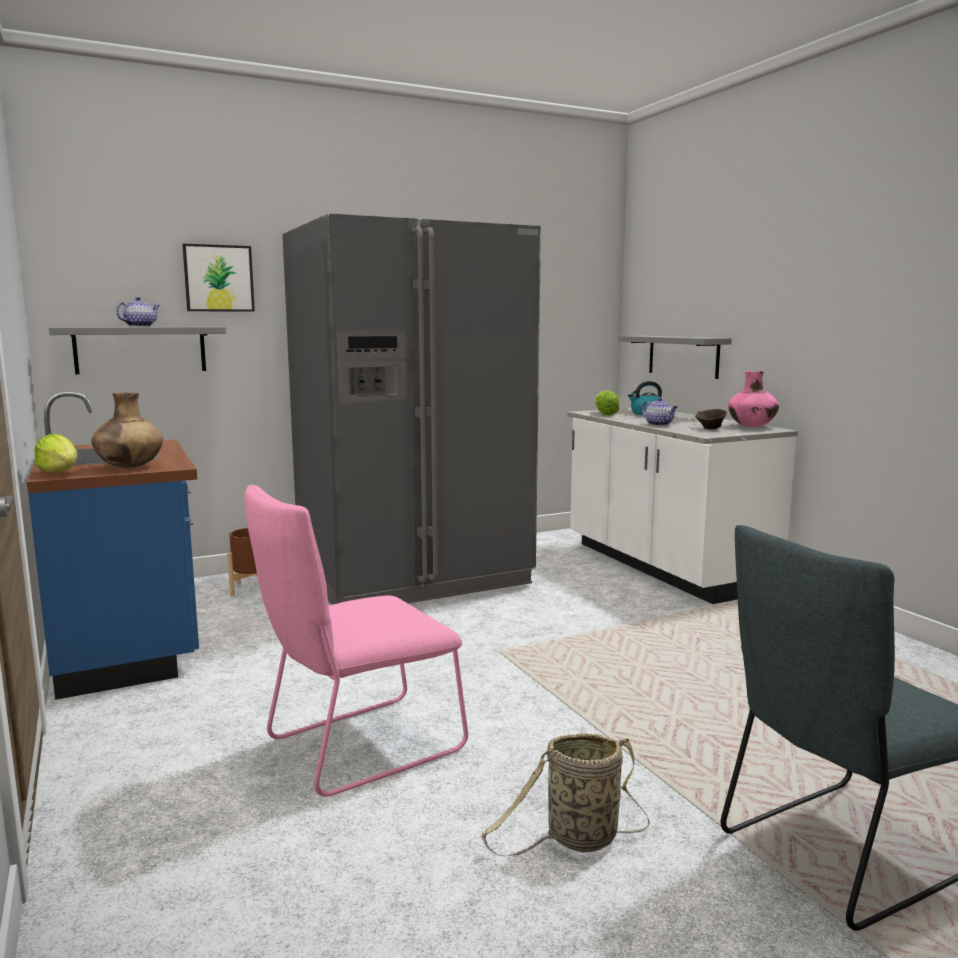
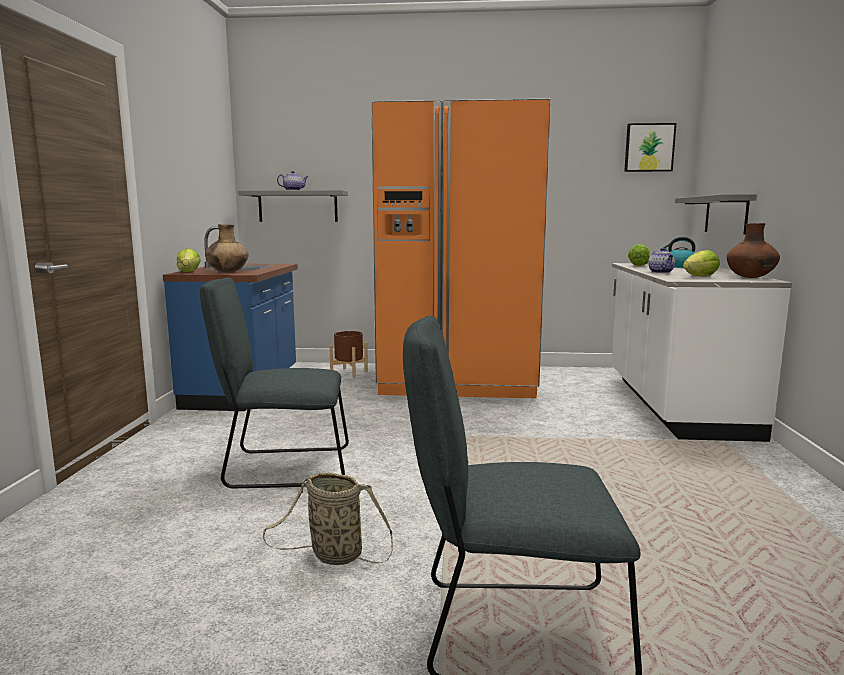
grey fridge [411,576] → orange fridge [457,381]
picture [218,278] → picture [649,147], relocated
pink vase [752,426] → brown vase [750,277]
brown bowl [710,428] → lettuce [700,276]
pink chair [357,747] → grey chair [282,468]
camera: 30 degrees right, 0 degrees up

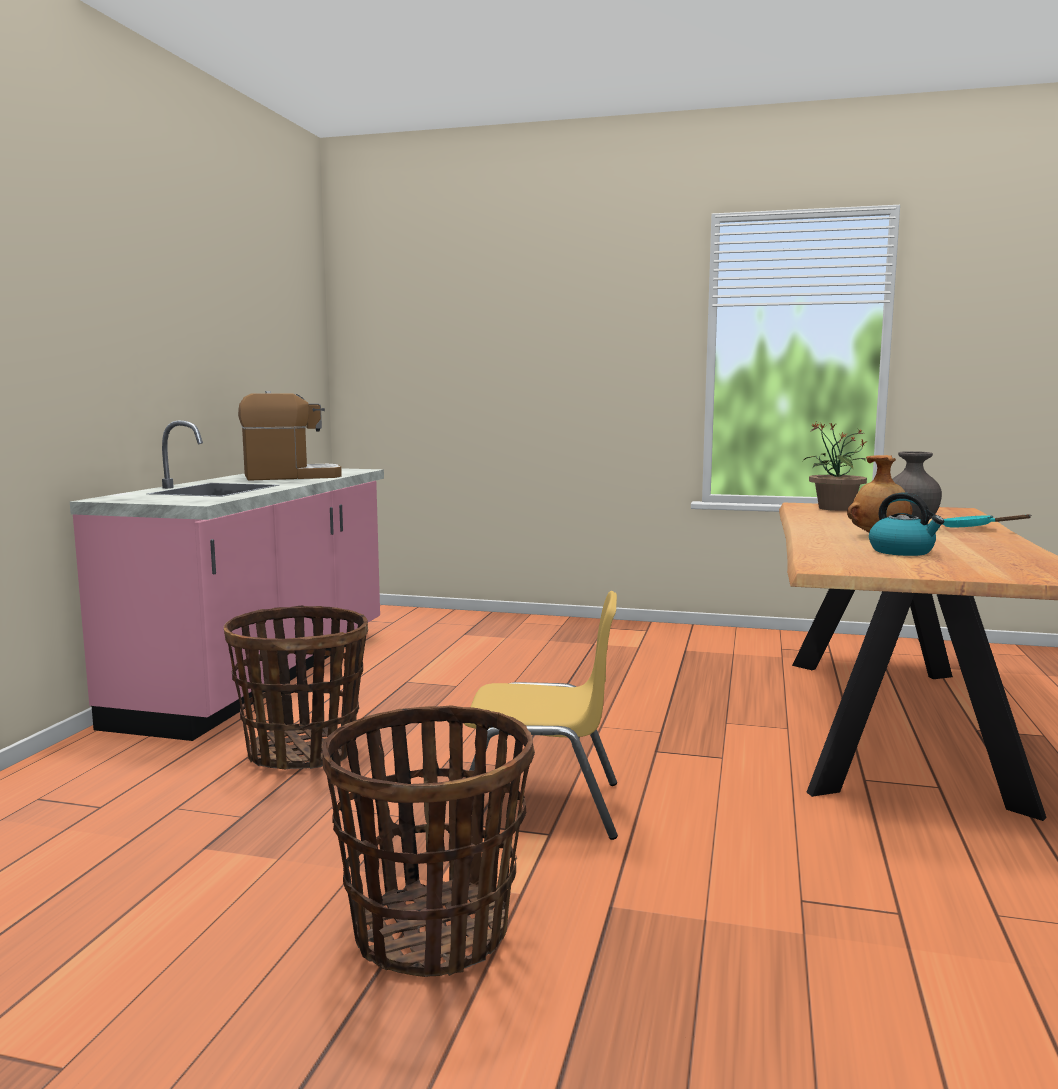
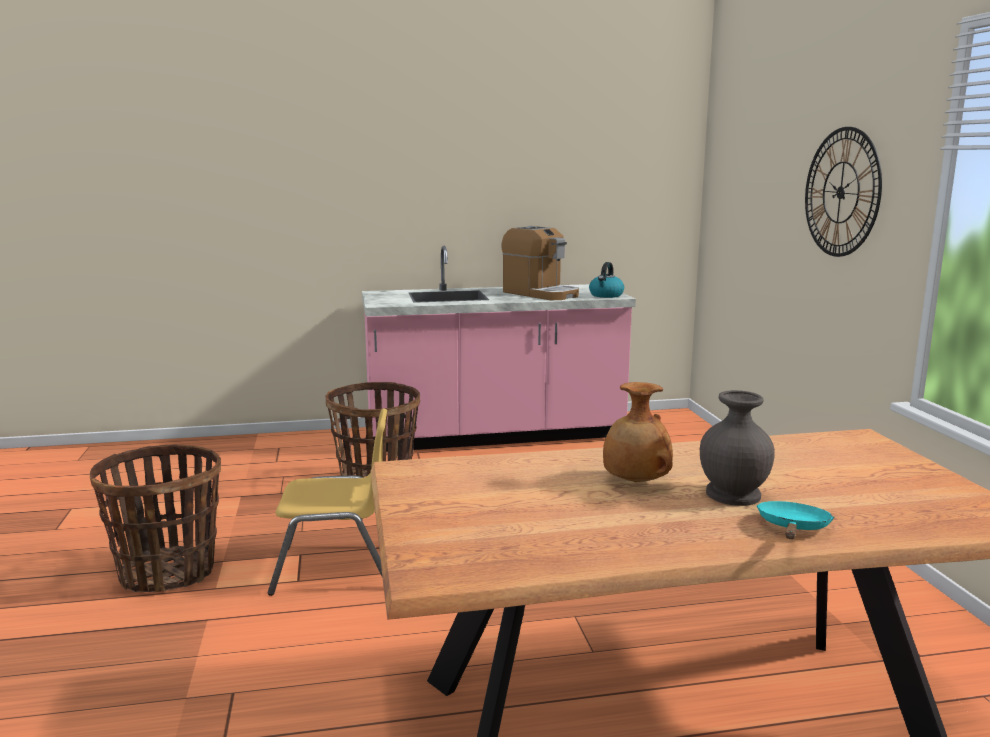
potted plant [834,508] → -
kettle [902,551] → kettle [606,295], relocated
yellow chair [538,807] → yellow chair [336,569], 75 degrees counterclockwise
- → wall clock [841,192]
camera: 65 degrees right, 5 degrees up

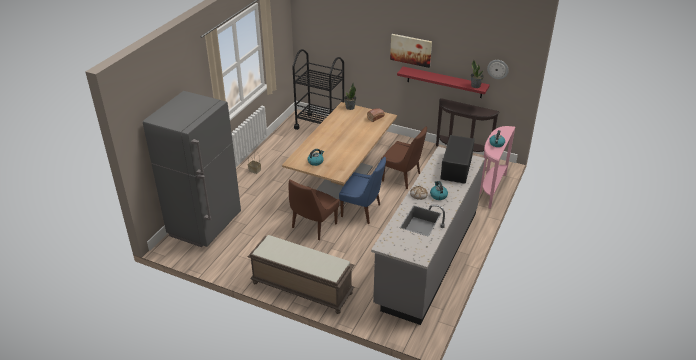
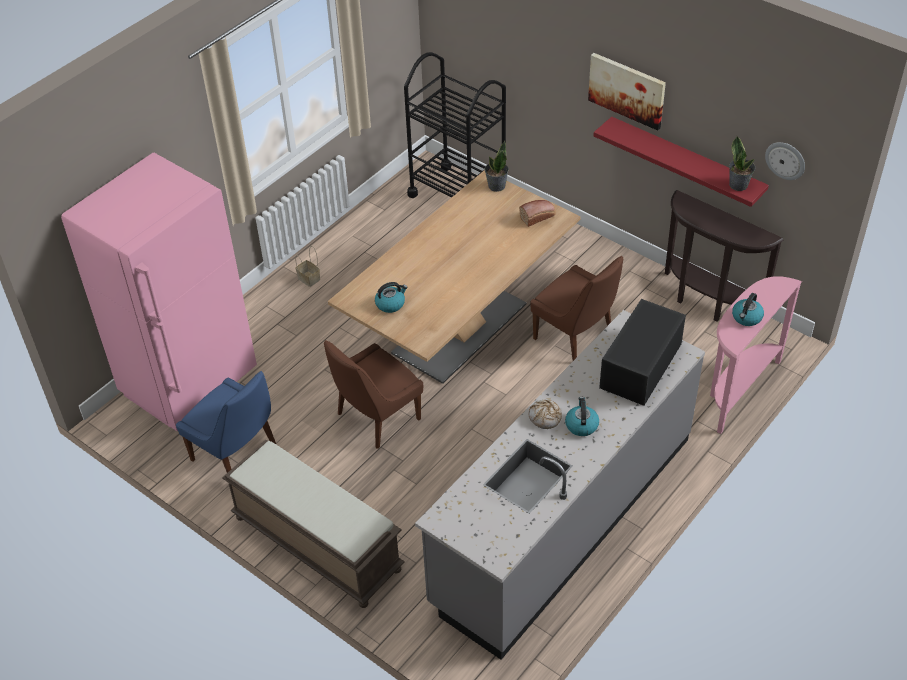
grey fridge [205,225] → pink fridge [190,384]
blue chair [362,211] → blue chair [236,454], relocated
camera: 15 degrees right, 10 degrees up

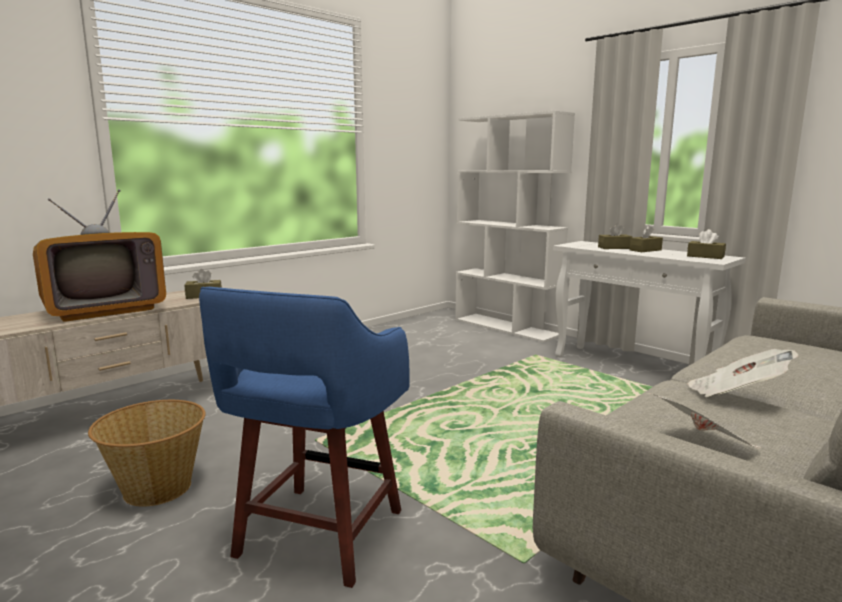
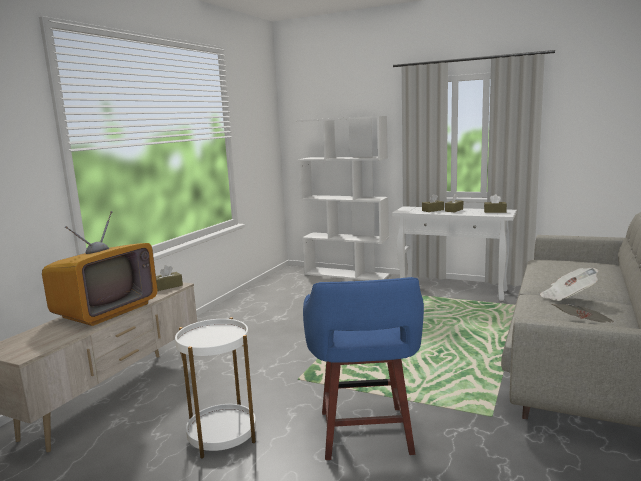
basket [156,488] → white side table [222,436]
camera: 20 degrees left, 0 degrees up

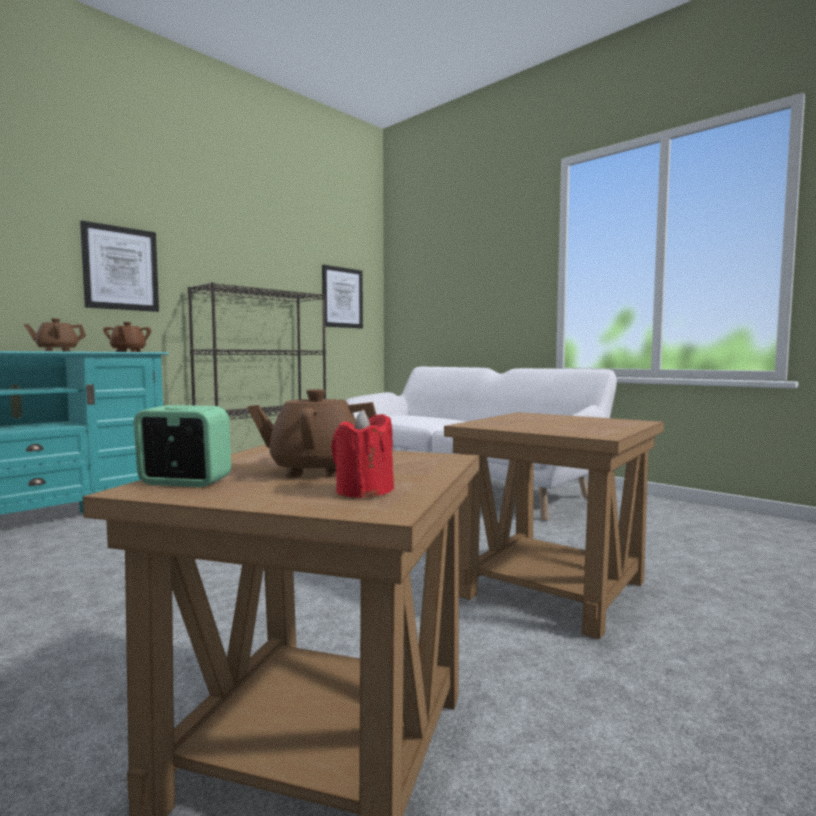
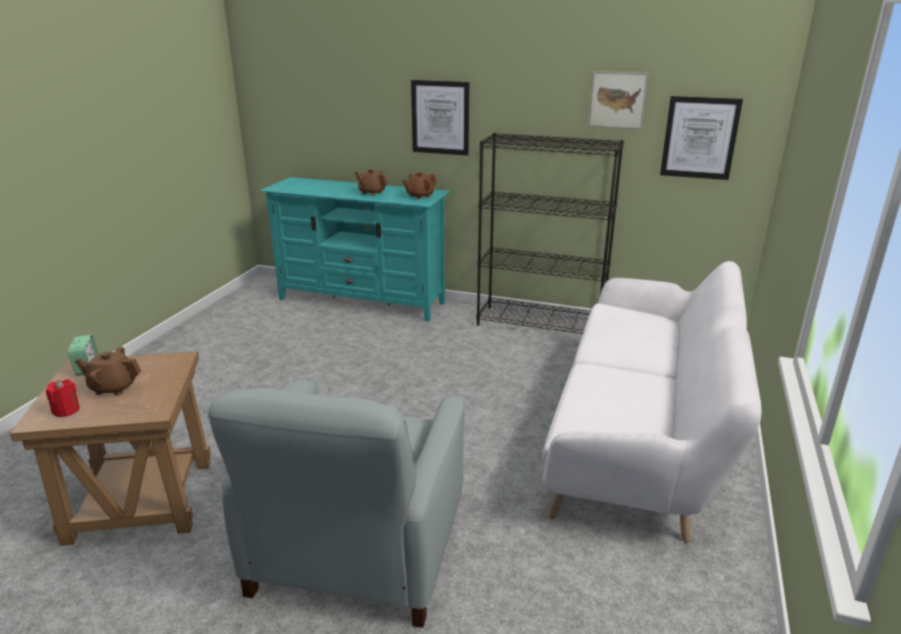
brown teapot [316,471] → brown teapot [113,387], 60 degrees counterclockwise
brown side table [554,589] → grey armchair [357,550]
- → picture [617,100]
camera: 65 degrees right, 20 degrees up

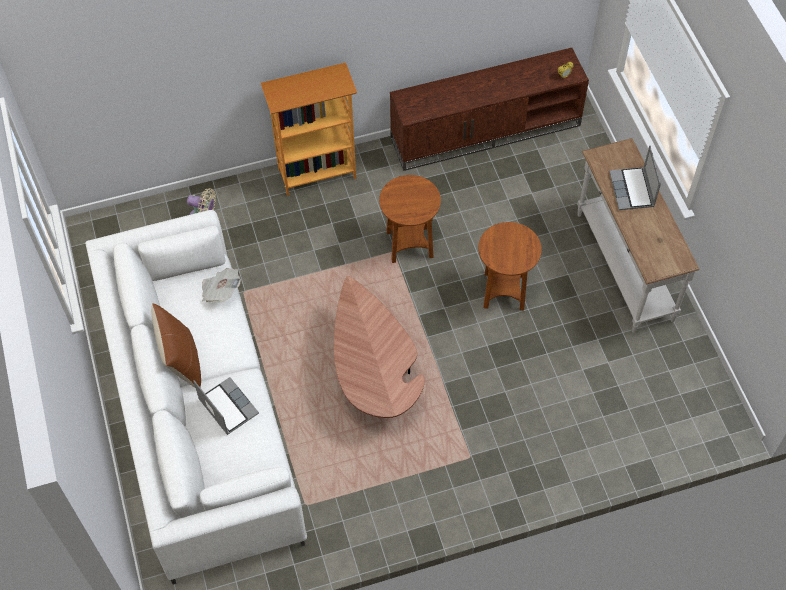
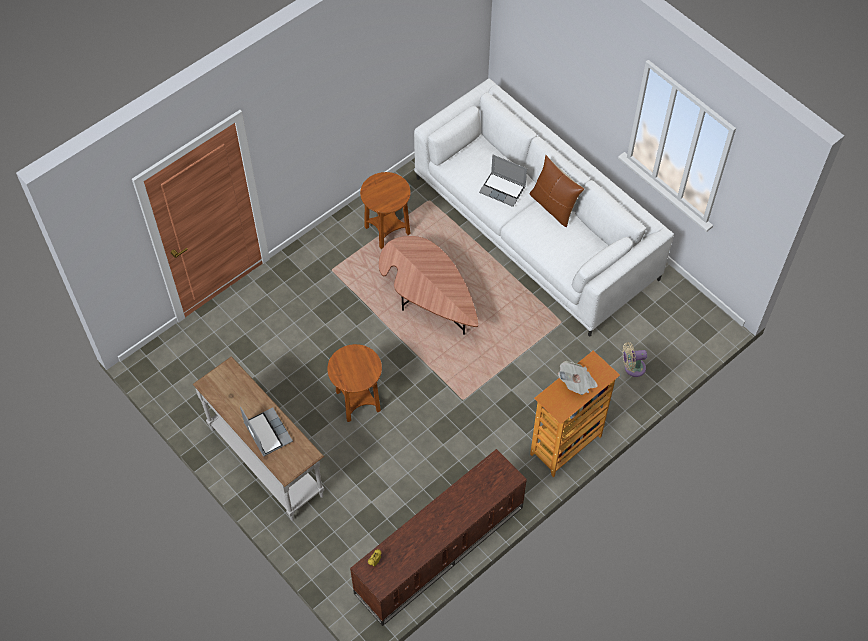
brown side table [409,244] → brown side table [387,230], relocated
newspaper [221,291] → newspaper [576,383], relocated
camera: 155 degrees right, 0 degrees up

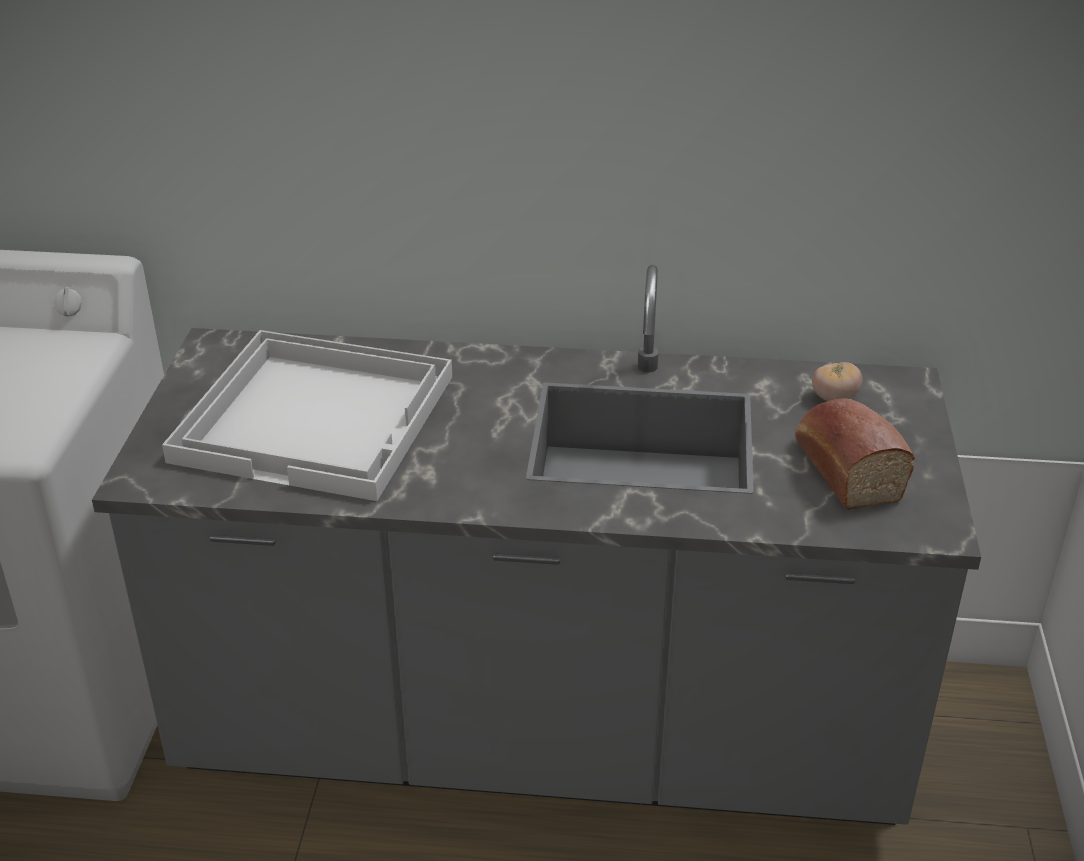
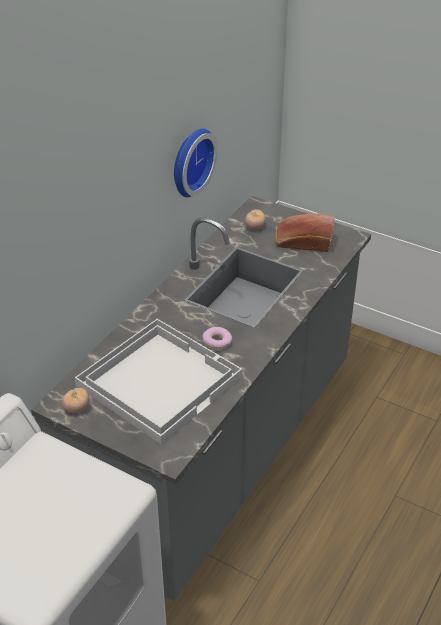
- → wall clock [189,161]
- → donut [217,342]
- → tomato [76,408]
camera: 65 degrees left, 5 degrees up

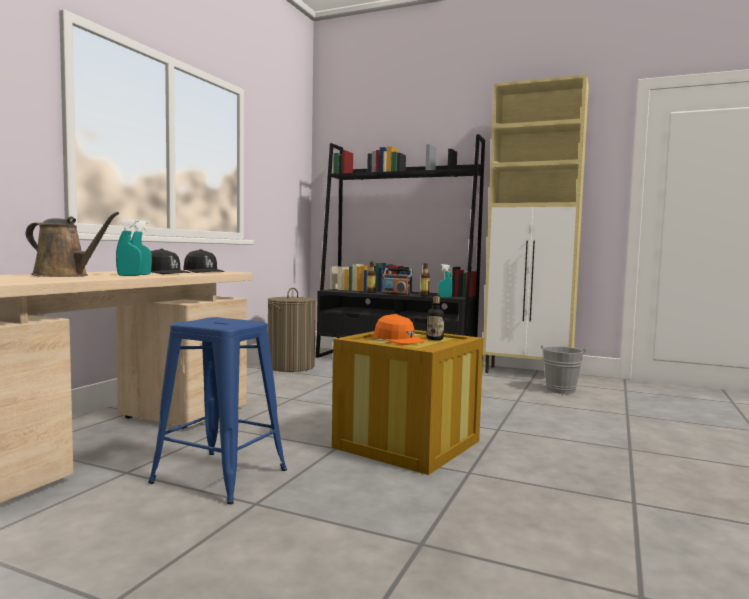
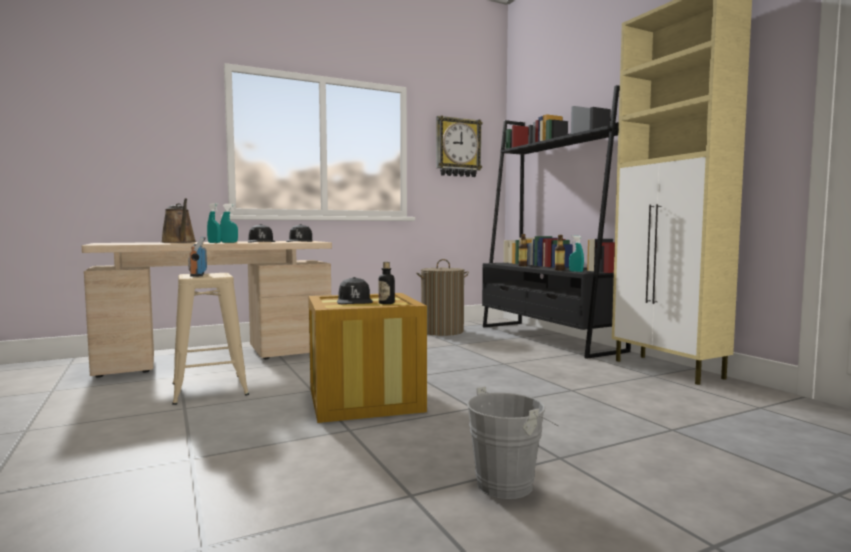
radio [396,294] → radio [198,274], relocated
orange cap [398,340] → black cap [354,301]
blue stool [220,476] → beige stool [209,389]
grey bucket [560,389] → grey bucket [510,483], relocated
- → wall clock [457,147]
camera: 40 degrees right, 0 degrees up

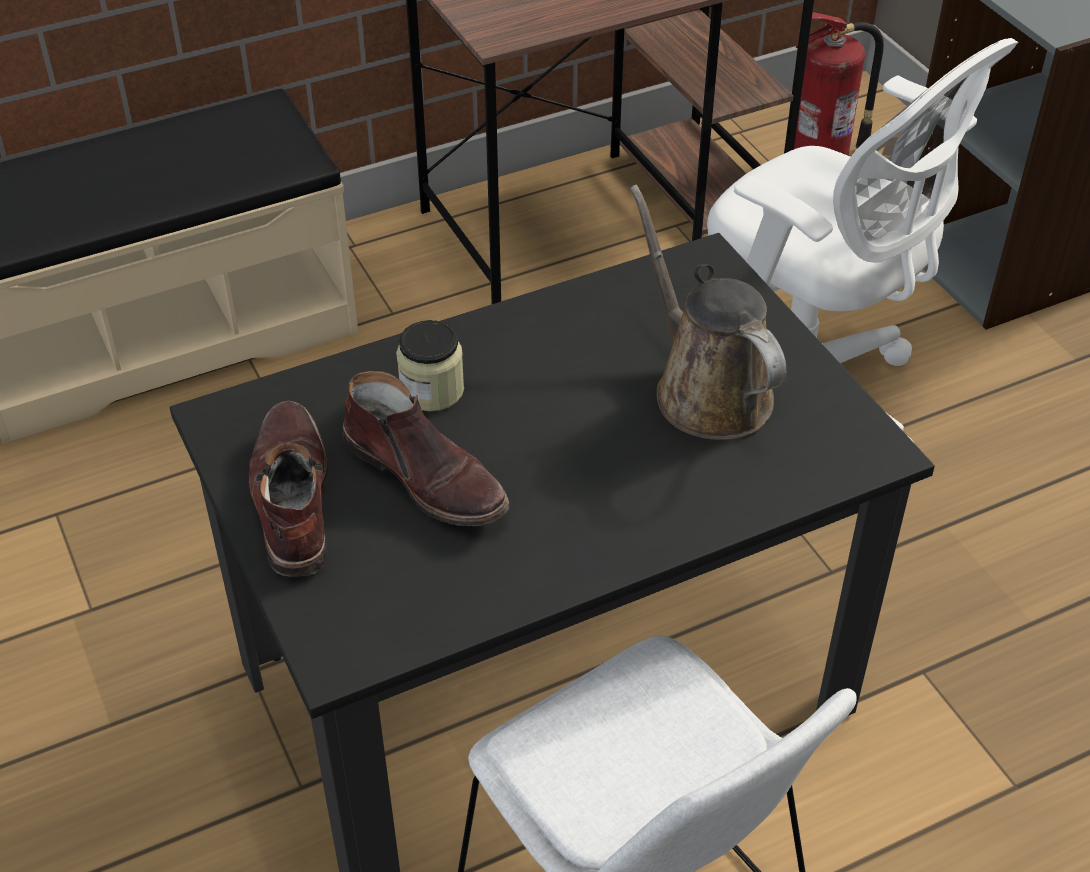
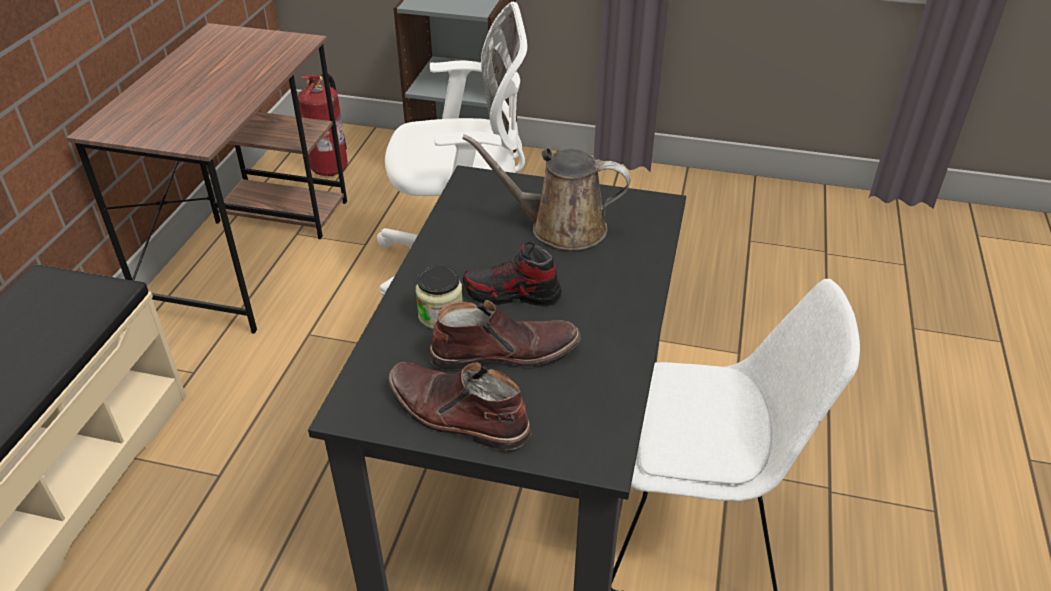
- → shoe [512,294]
camera: 50 degrees left, 5 degrees down

